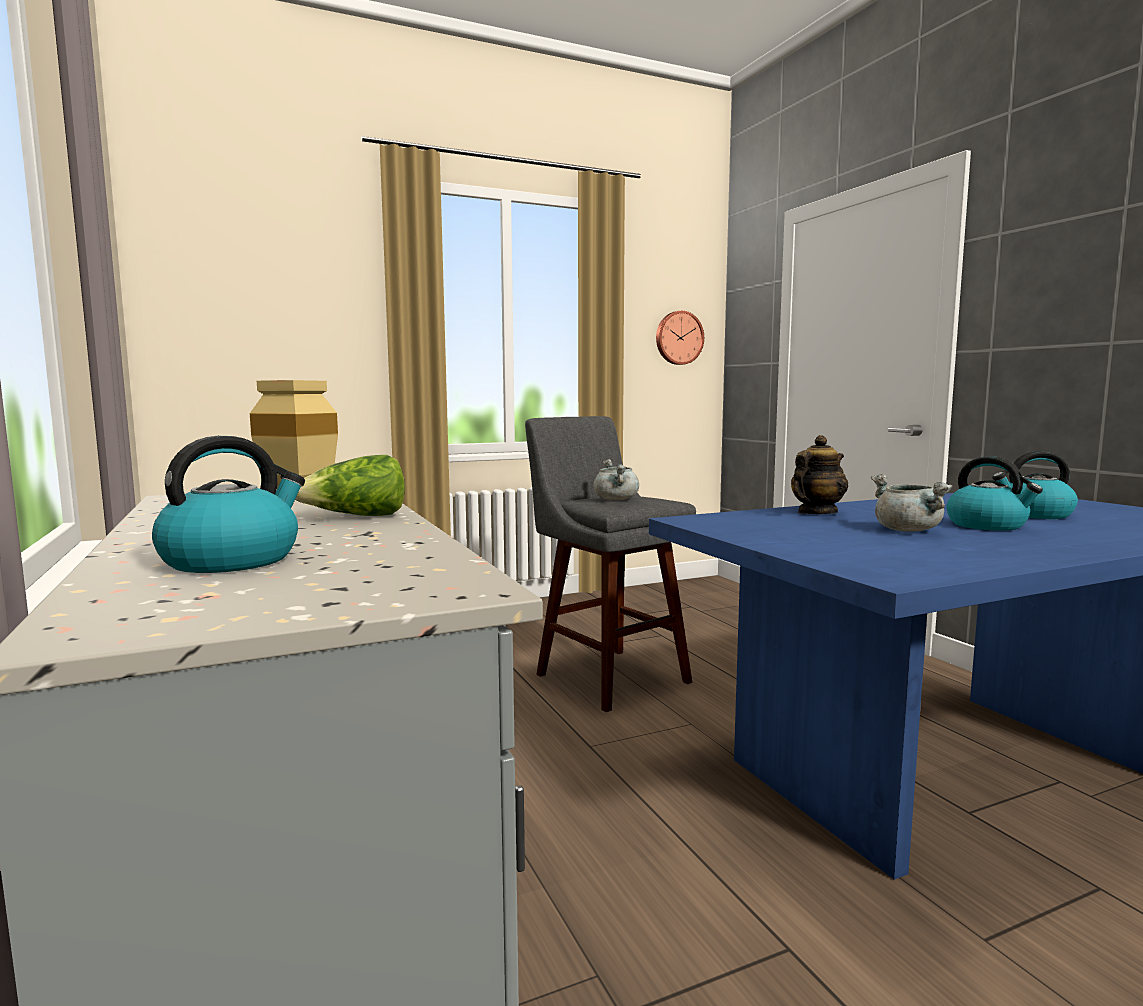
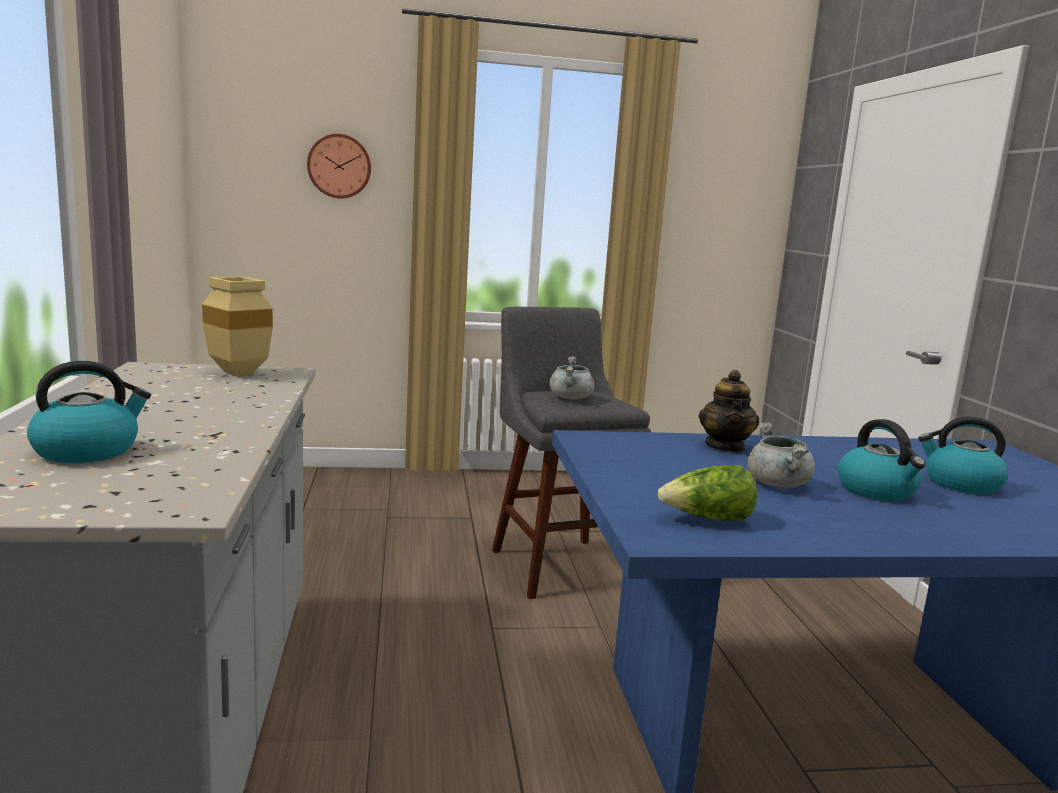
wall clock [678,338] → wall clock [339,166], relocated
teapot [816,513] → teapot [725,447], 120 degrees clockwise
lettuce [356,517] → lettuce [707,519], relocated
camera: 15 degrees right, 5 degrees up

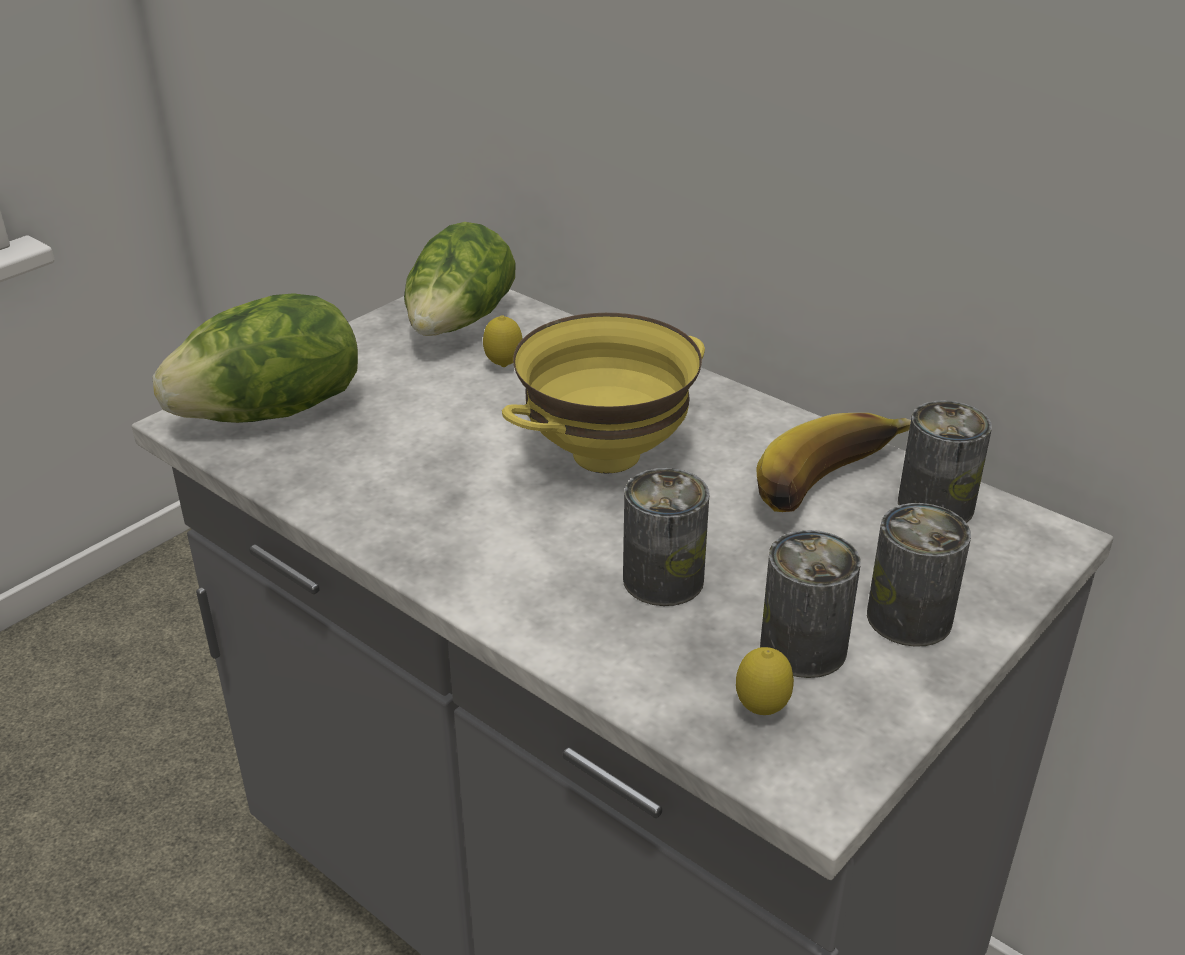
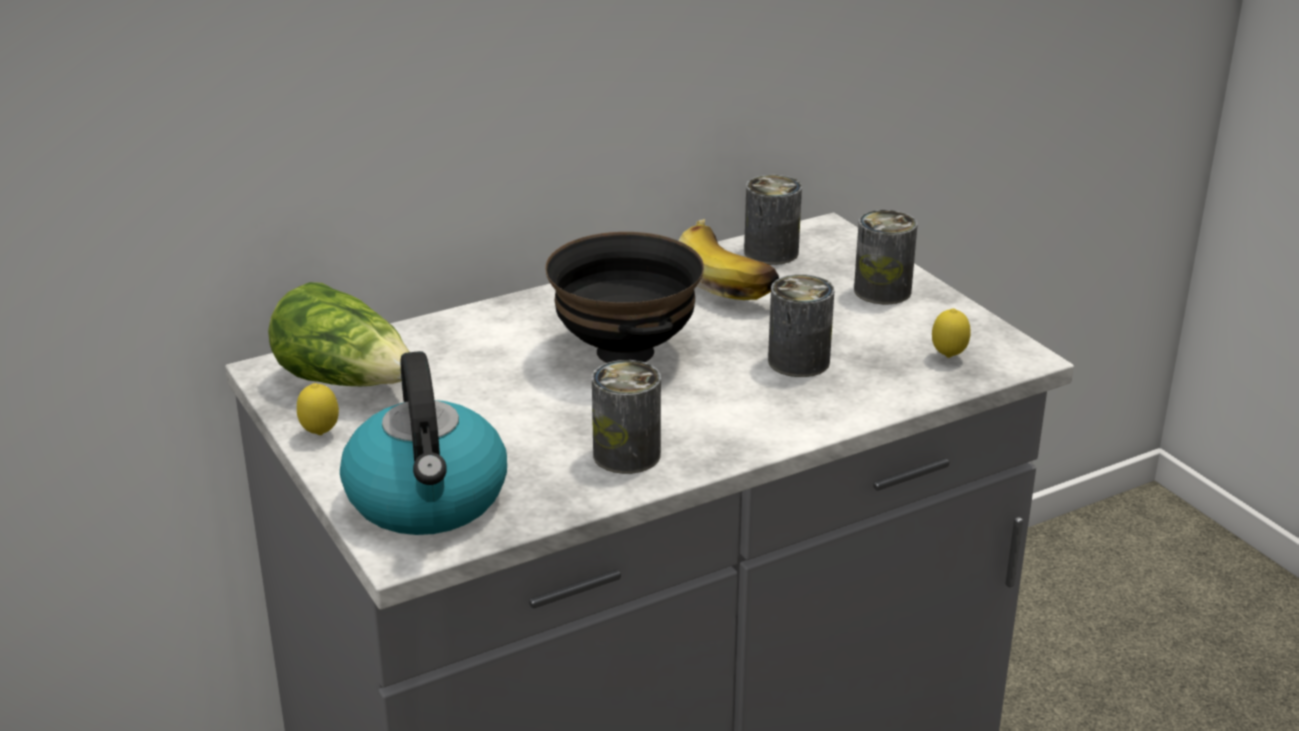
lettuce [273,412] → kettle [428,500]
yellow bowl [605,453] → black bowl [623,352]
lemon [503,366] → lemon [320,434], relocated
can [803,647] → can [626,454], relocated
camera: 70 degrees left, 5 degrees down

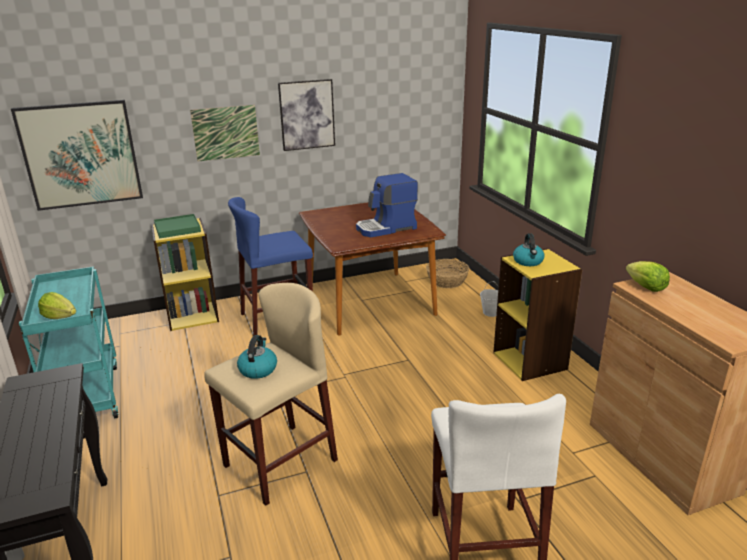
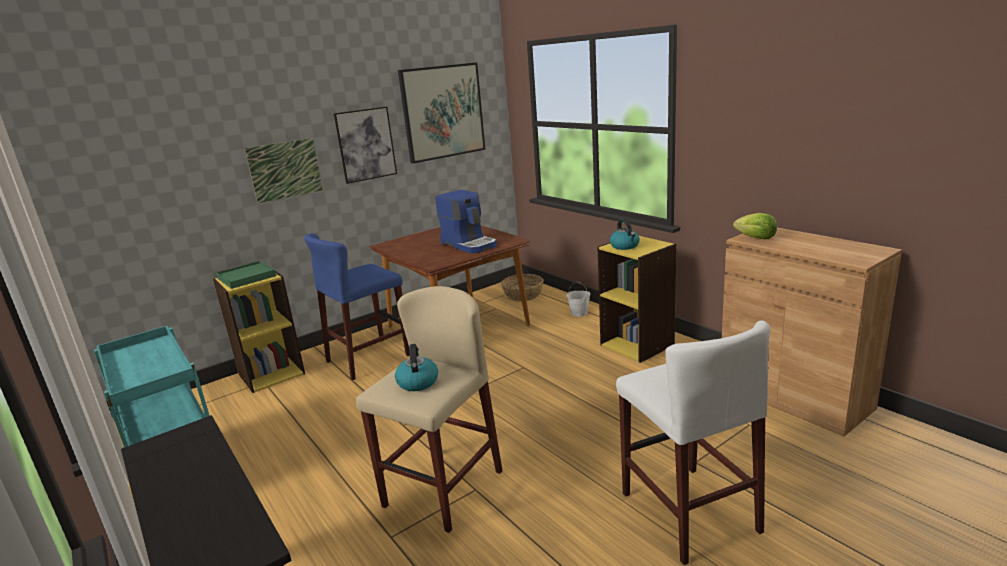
picture [81,154] → picture [442,112], relocated
coffee machine [386,228] → coffee machine [469,244], 90 degrees counterclockwise
lettuce [60,317] → -
camera: 15 degrees left, 5 degrees down

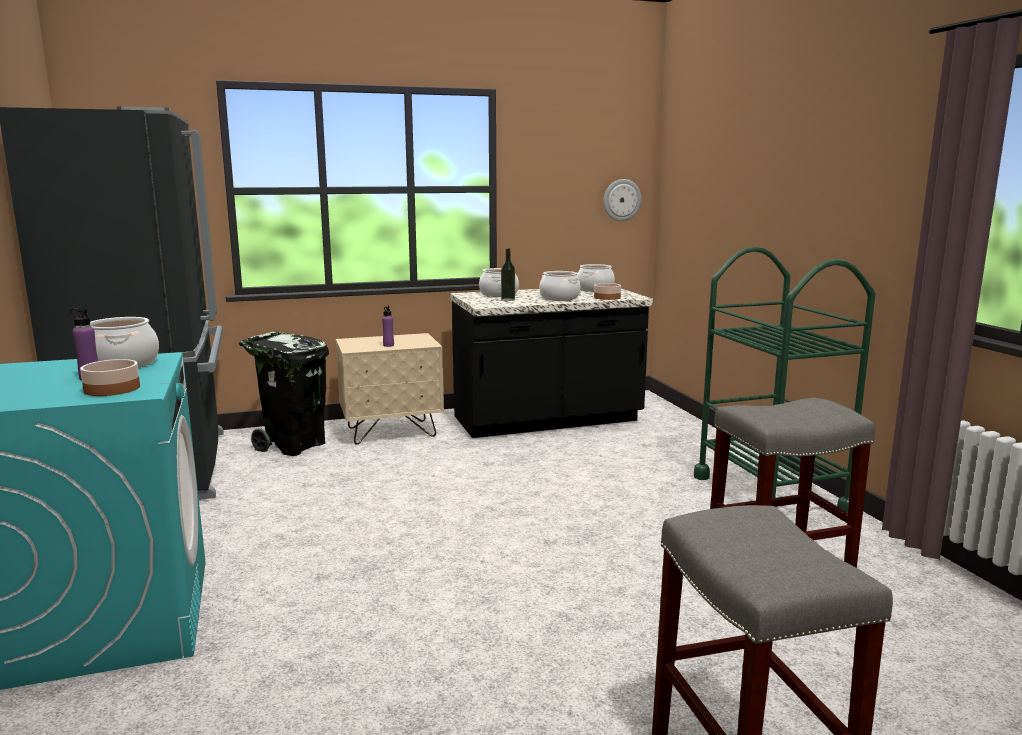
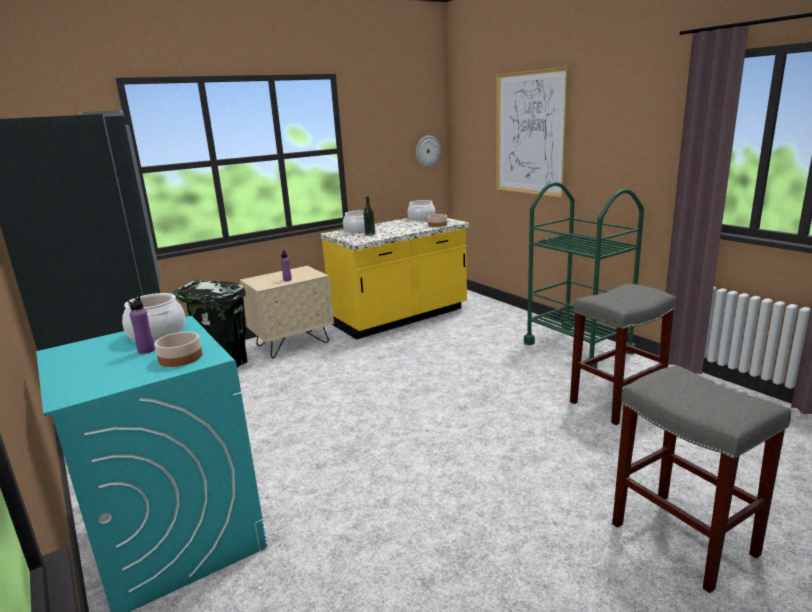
cooking pot [559,298] → -
black counter [548,420] → yellow counter [401,317]
- → picture [530,134]
camera: 15 degrees left, 5 degrees up

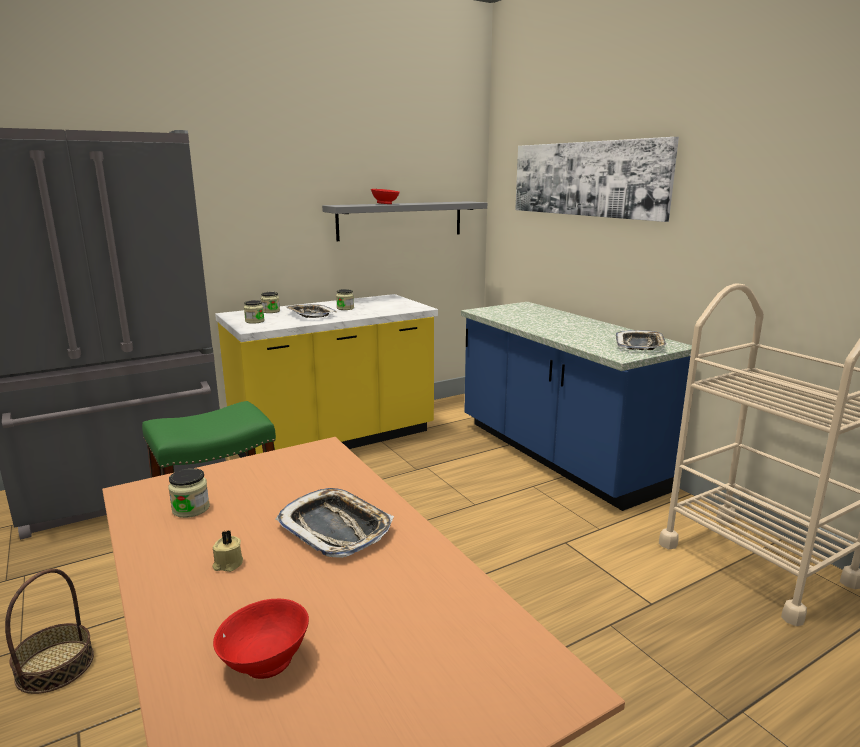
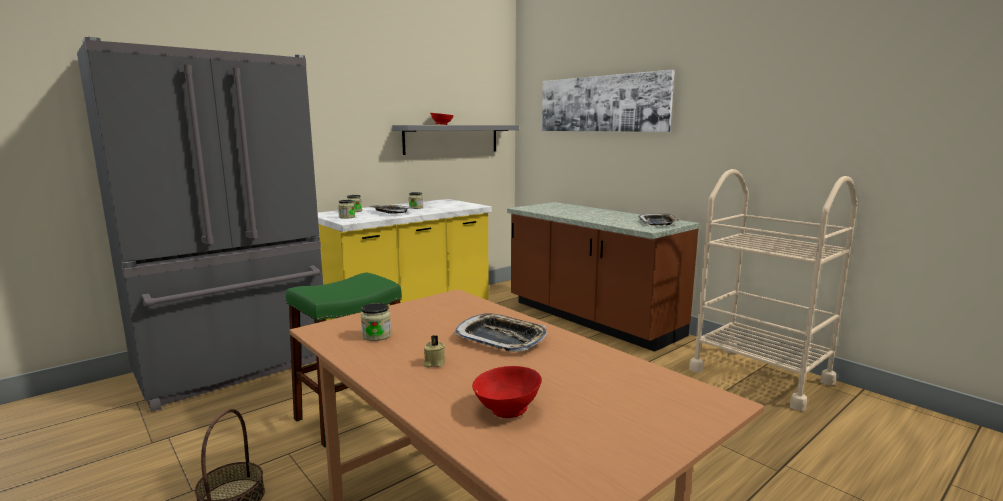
blue counter [556,455] → brown counter [591,319]
camera: 10 degrees left, 5 degrees down

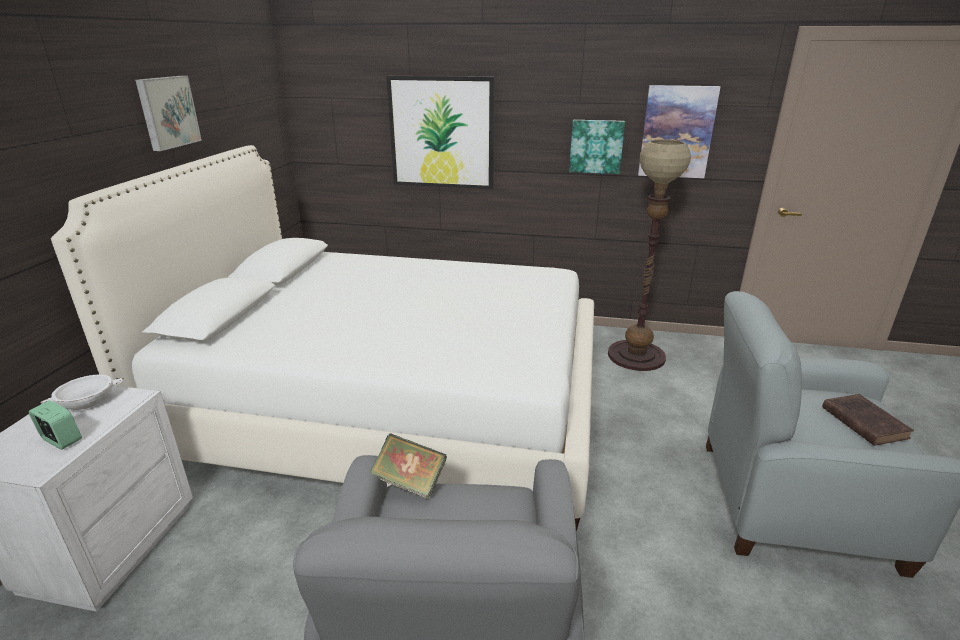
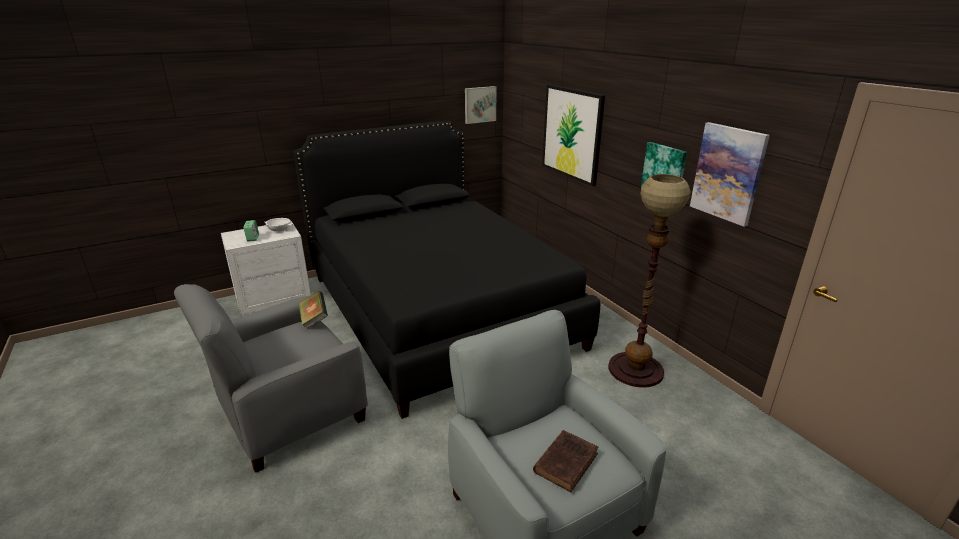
picture [167,112] → picture [479,104], relocated
white bed [393,407] → black bed [438,310]
camera: 50 degrees right, 0 degrees up

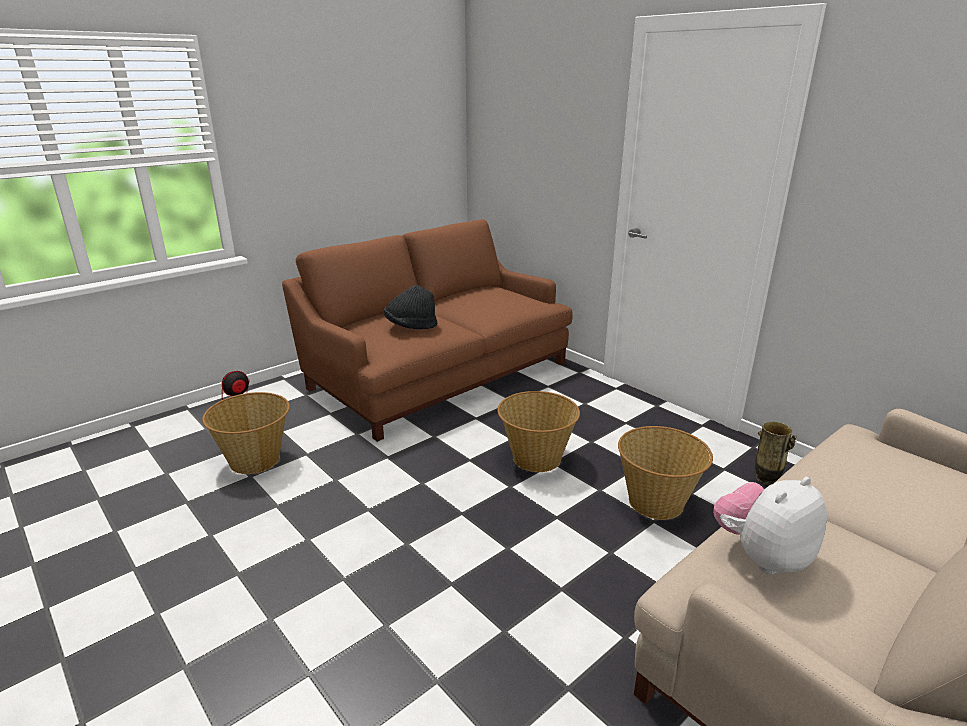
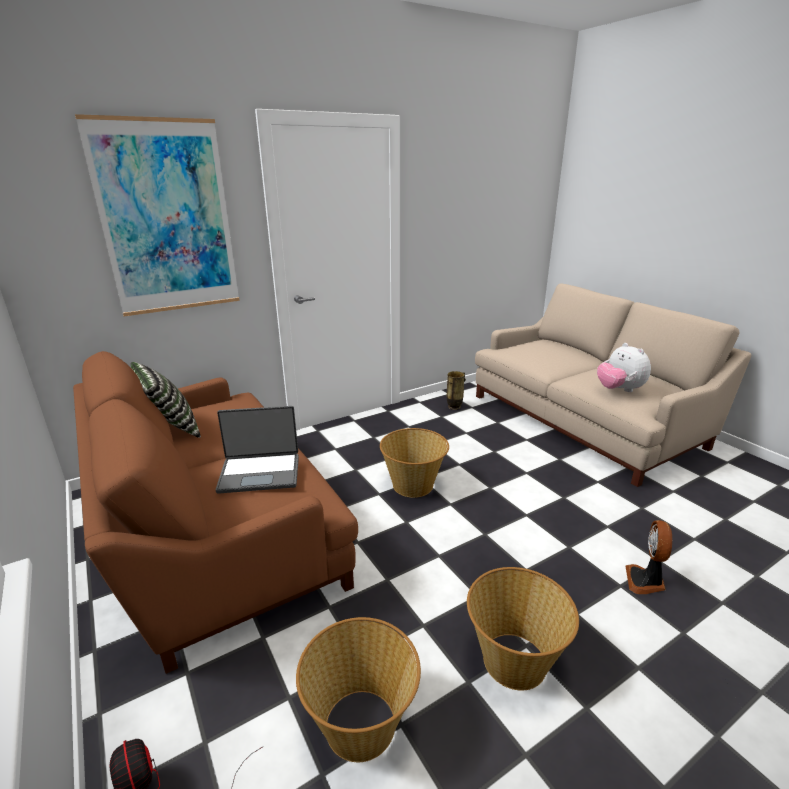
black hat [411,326] → laptop [260,473]
basket [657,502] → basket [514,659], relocated
- → picture [167,219]
- → pillow [171,428]
- → fan [645,581]
camera: 80 degrees left, 0 degrees up

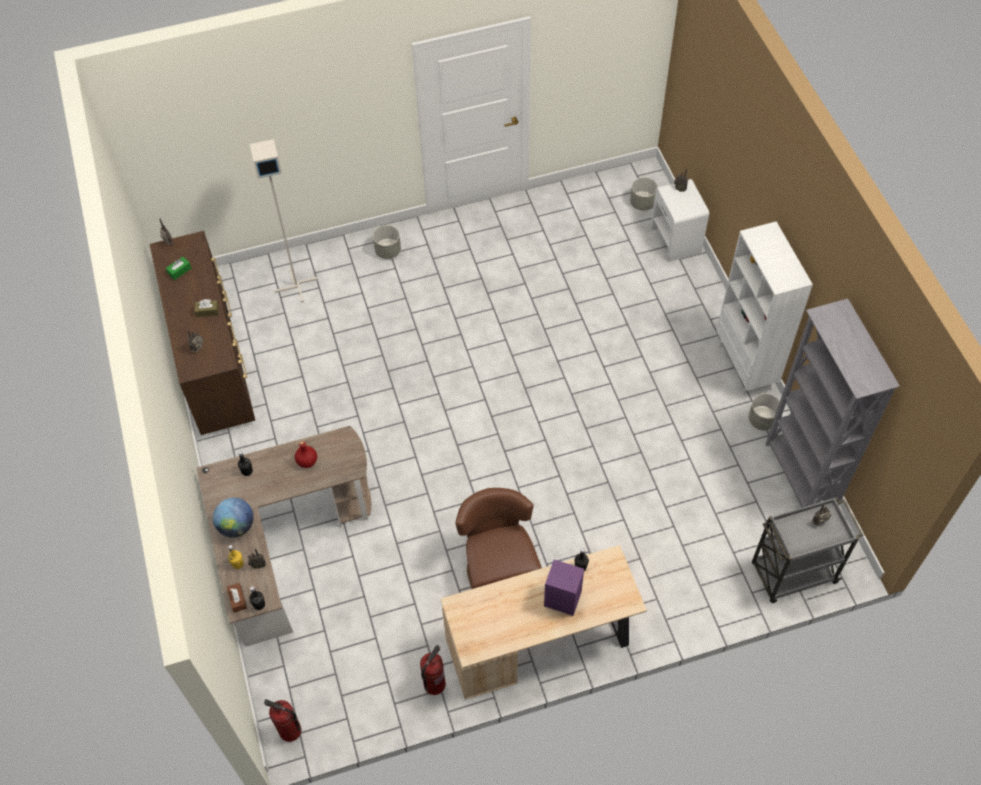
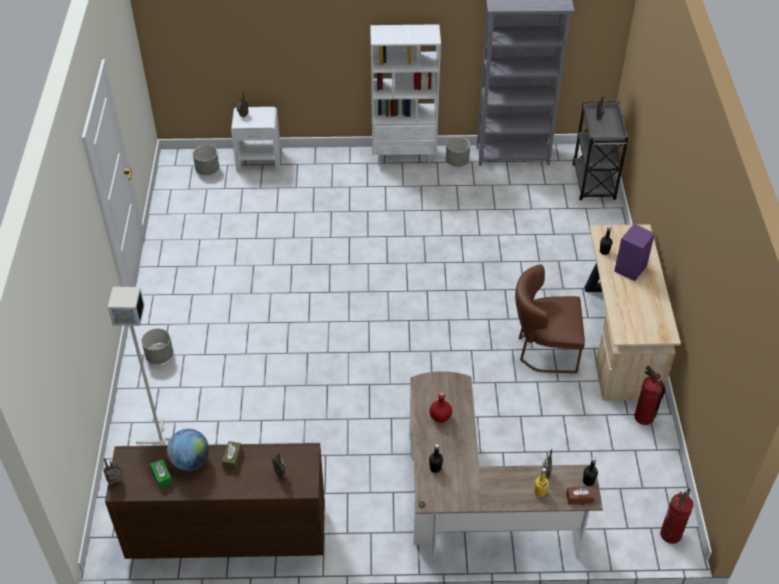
globe [237,526] → globe [190,461], relocated
camera: 75 degrees left, 10 degrees down

